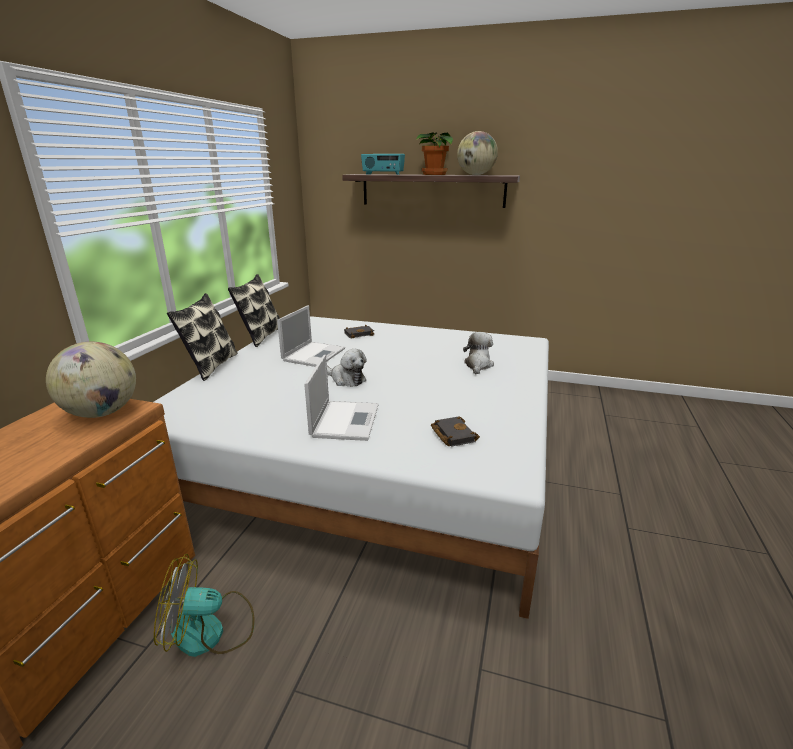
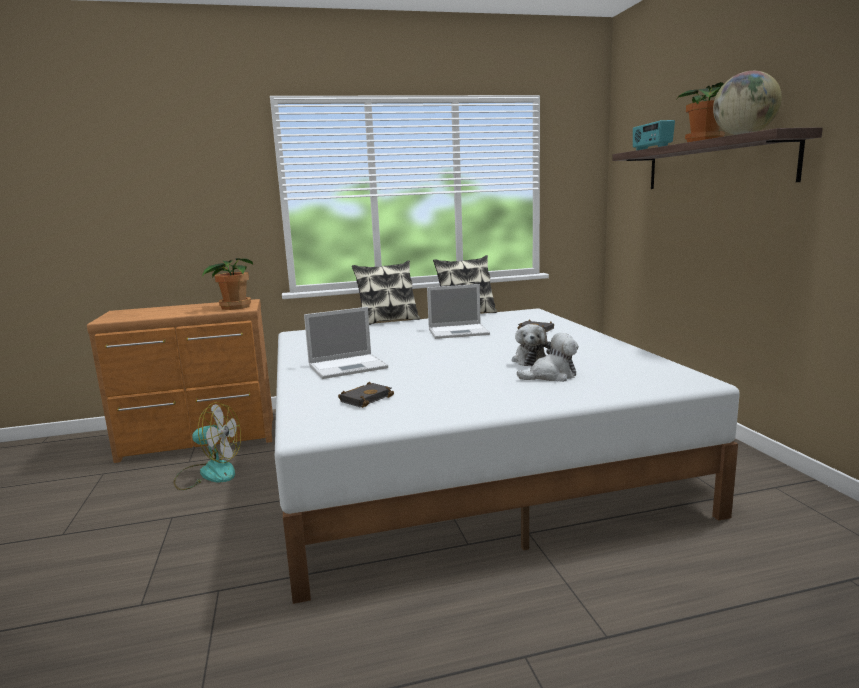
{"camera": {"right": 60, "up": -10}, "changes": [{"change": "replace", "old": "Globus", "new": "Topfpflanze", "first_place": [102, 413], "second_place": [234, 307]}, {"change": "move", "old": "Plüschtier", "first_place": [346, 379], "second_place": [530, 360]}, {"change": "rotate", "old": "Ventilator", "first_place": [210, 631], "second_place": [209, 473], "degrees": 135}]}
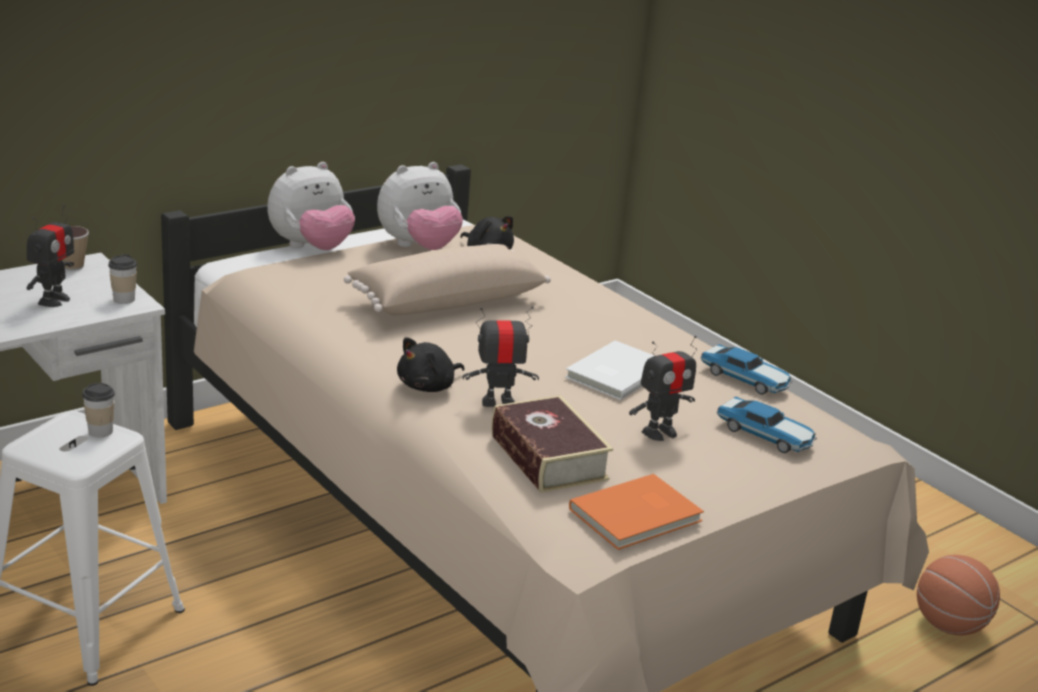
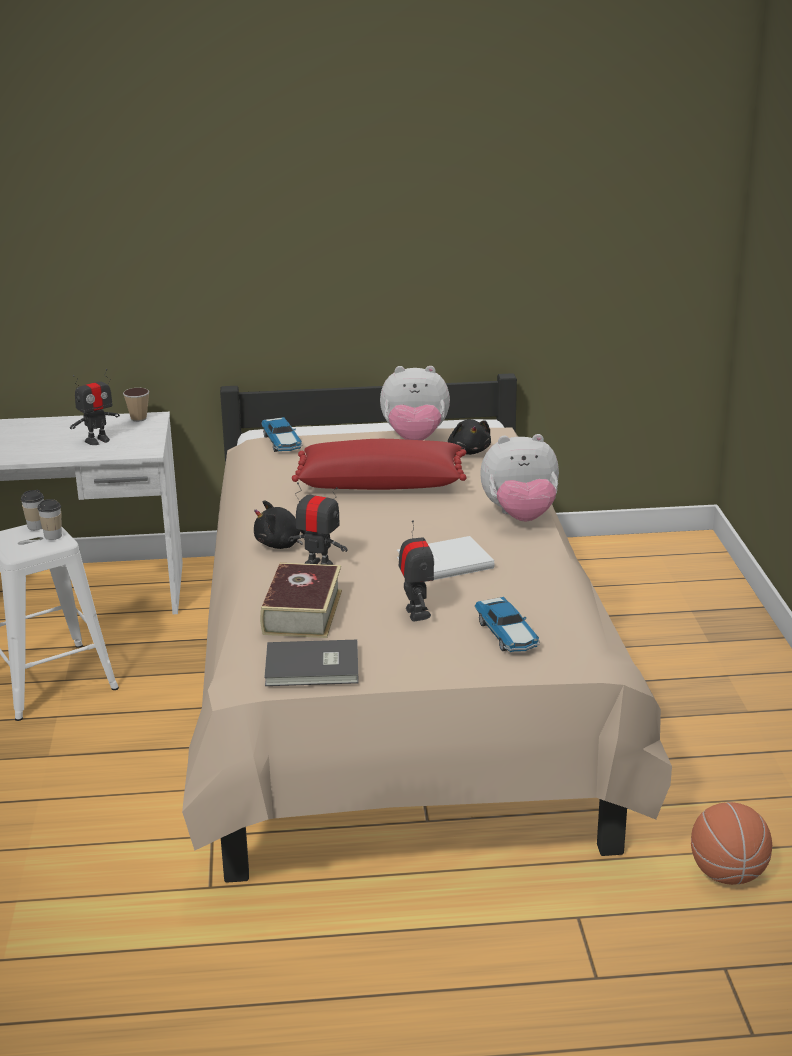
{"camera": {"right": 35, "up": 0}, "changes": [{"change": "move", "old": "Plüschtier", "first_place": [311, 248], "second_place": [520, 516]}, {"change": "recolor", "old": "Kissen [beige]", "new": "Kissen [rot]", "first_place": [445, 300], "second_place": [381, 483]}, {"change": "move", "old": "Tasse", "first_place": [124, 299], "second_place": [36, 526]}, {"change": "rotate", "old": "Spielzeugroboter", "first_place": [659, 432], "second_place": [416, 613], "degrees": -105}, {"change": "move", "old": "Spielzeugauto", "first_place": [746, 379], "second_place": [282, 442]}, {"change": "recolor", "old": "Buch [orange]", "new": "Buch [grau]", "first_place": [638, 516], "second_place": [313, 667]}]}
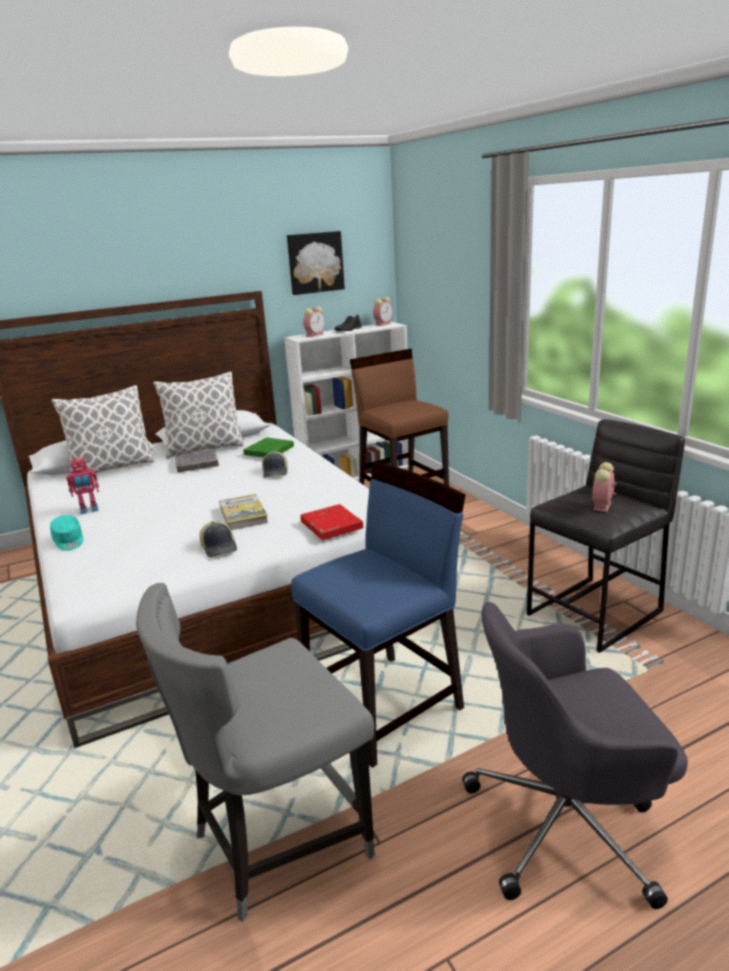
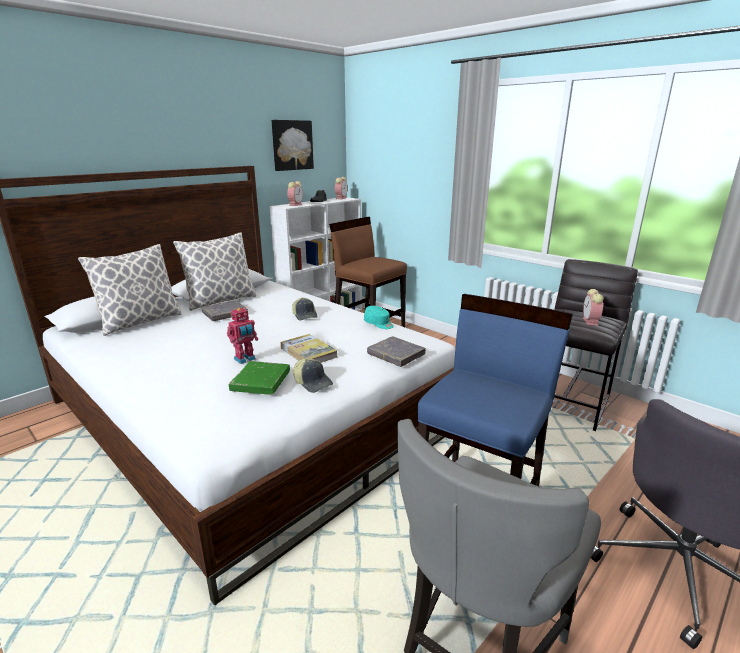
{"camera": {"right": -20, "up": 0}, "changes": [{"change": "move", "old": "Buch [grün]", "first_place": [269, 451], "second_place": [261, 381]}, {"change": "move", "old": "Spielzeugroboter", "first_place": [89, 510], "second_place": [245, 359]}, {"change": "recolor", "old": "Buch [rot]", "new": "Buch [grau]", "first_place": [331, 526], "second_place": [396, 354]}, {"change": "move", "old": "Kappe [türkis]", "first_place": [69, 541], "second_place": [379, 324]}]}
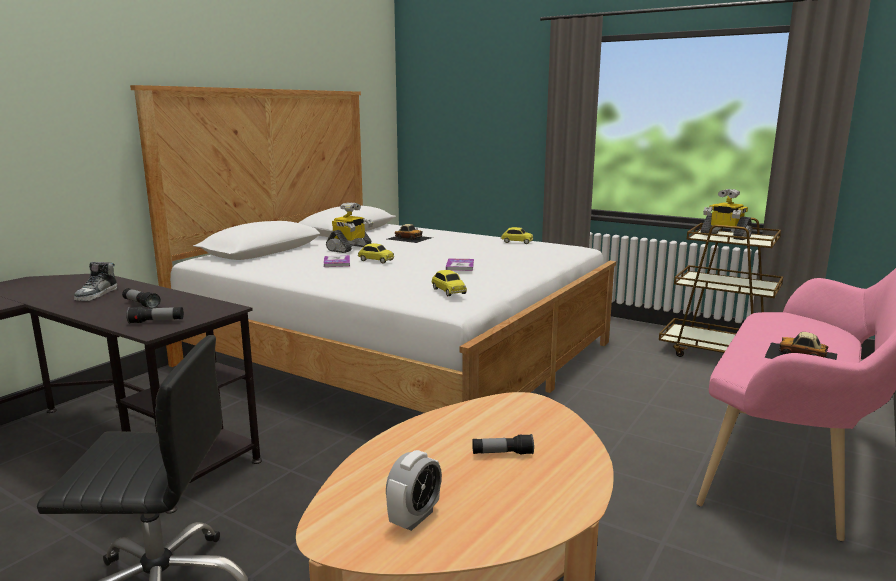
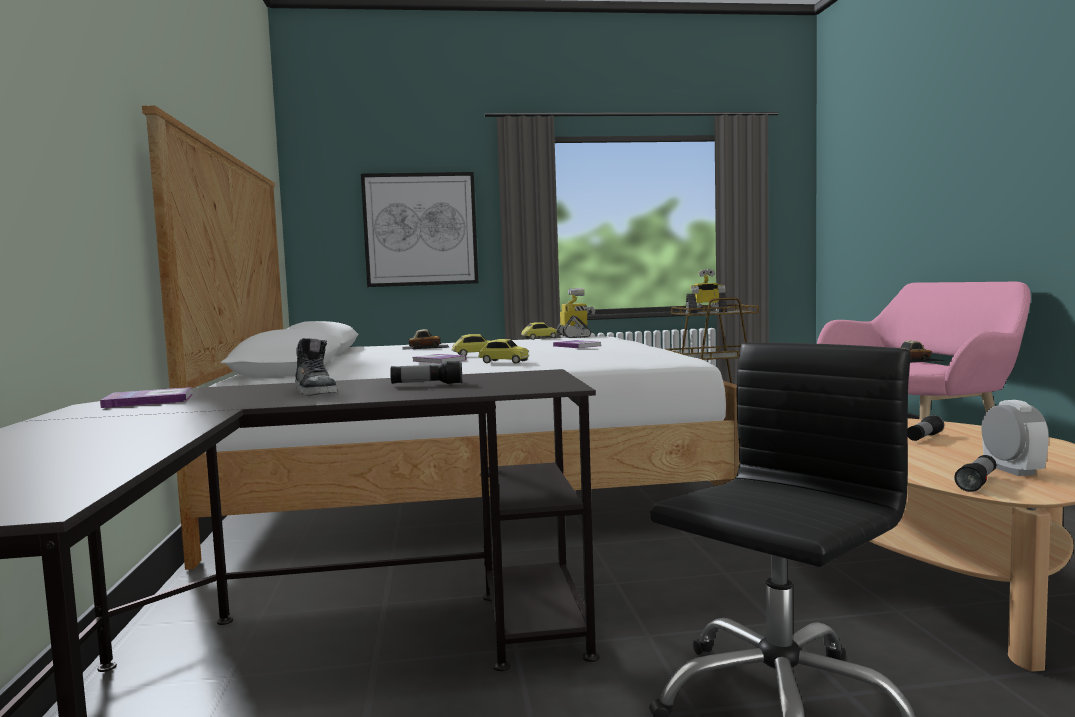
{"camera": {"right": -40, "up": -10}, "changes": [{"change": "move", "old": "Spielzeugroboter", "first_place": [349, 248], "second_place": [575, 336]}, {"change": "move", "old": "Spielzeugauto", "first_place": [448, 291], "second_place": [503, 362]}, {"change": "move", "old": "Taschenlampe", "first_place": [156, 322], "second_place": [977, 483]}, {"change": "insert", "new": "Bild", "second_place": [420, 229]}, {"change": "insert", "new": "Buch", "second_place": [149, 400]}]}
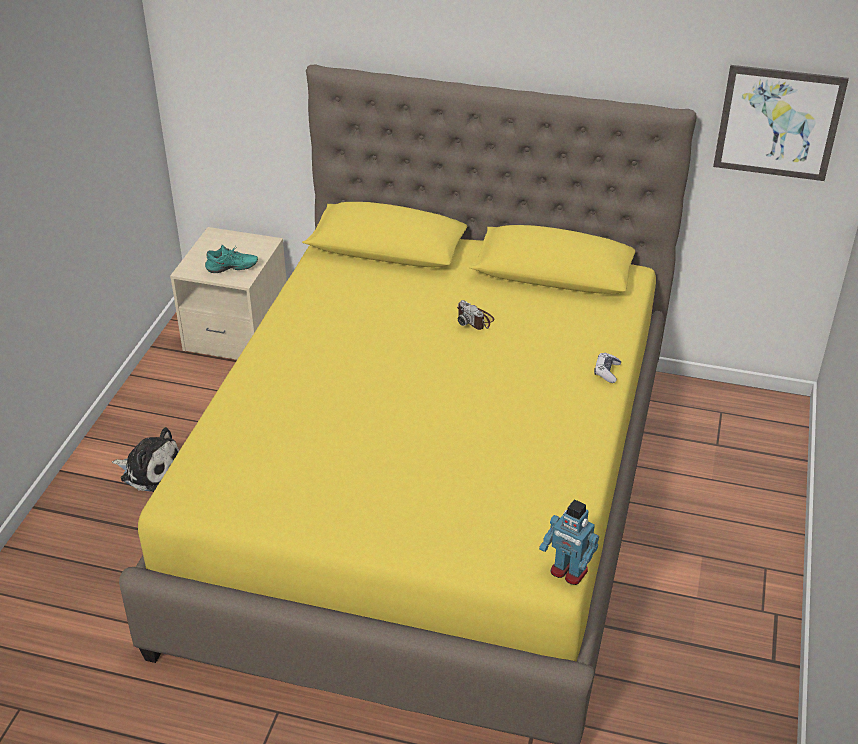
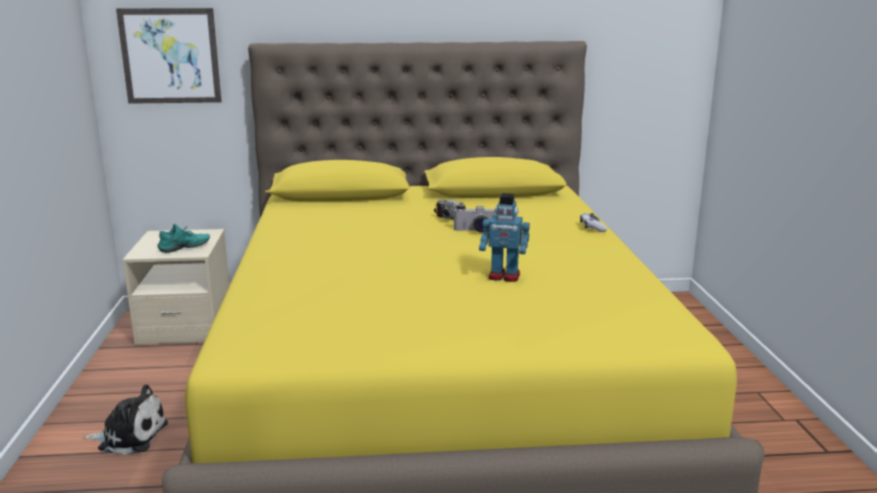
{"camera": {"right": -20, "up": -20}, "changes": [{"change": "move", "old": "Bild", "first_place": [778, 123], "second_place": [170, 56]}, {"change": "move", "old": "Spielzeugroboter", "first_place": [568, 572], "second_place": [504, 277]}, {"change": "insert", "new": "Kamera", "second_place": [475, 231]}]}
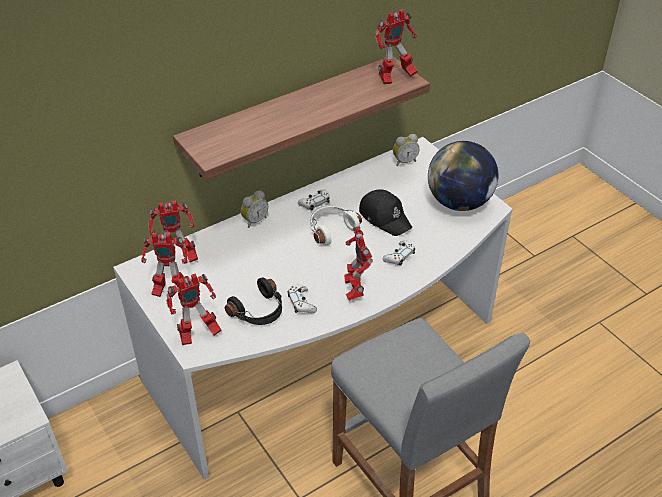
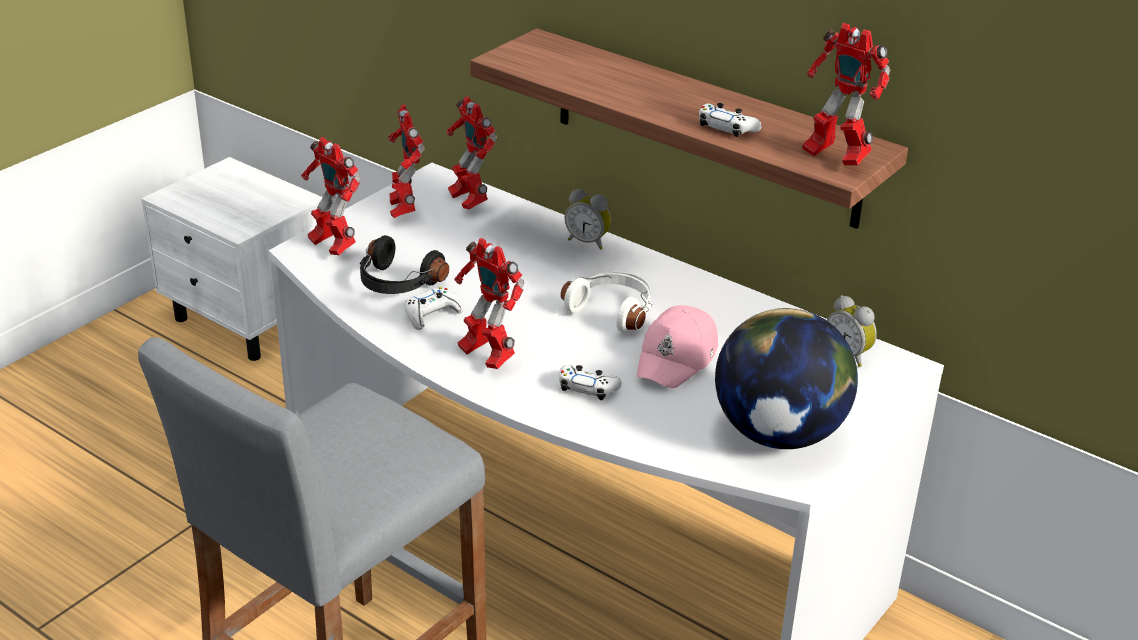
{"camera": {"right": 70, "up": -10}, "changes": [{"change": "move", "old": "Gamepad [weiß]", "first_place": [314, 203], "second_place": [727, 128]}, {"change": "recolor", "old": "Kappe [schwarz]", "new": "Kappe [rosa]", "first_place": [385, 217], "second_place": [678, 358]}, {"change": "rotate", "old": "Spielzeugroboter", "first_place": [354, 289], "second_place": [486, 356], "degrees": -105}]}
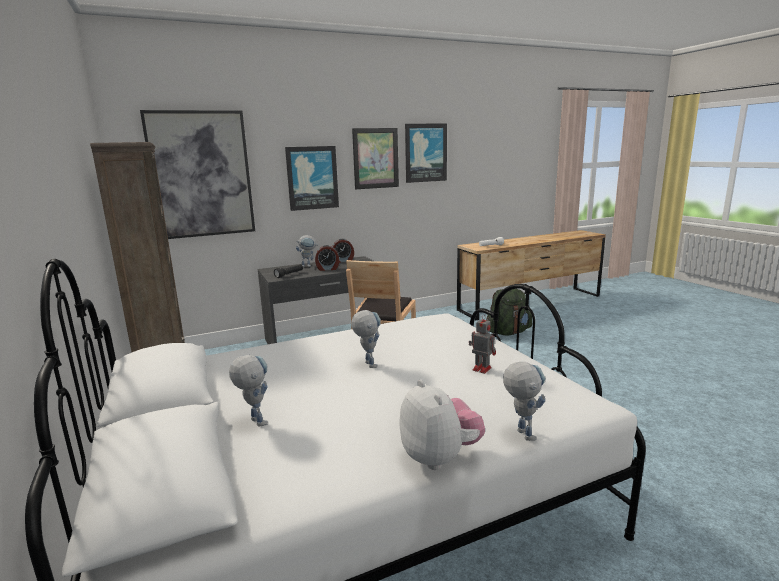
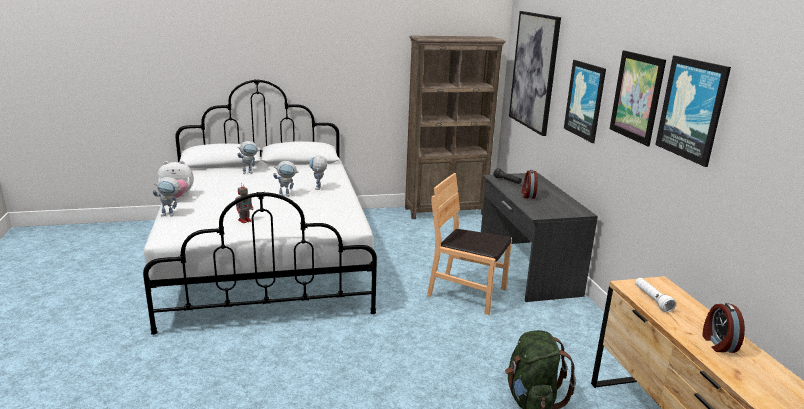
{"camera": {"right": 100, "up": 5}, "changes": [{"change": "move", "old": "Spielzeugroboter", "first_place": [308, 266], "second_place": [318, 189]}, {"change": "move", "old": "Wecker", "first_place": [343, 261], "second_place": [718, 343]}]}
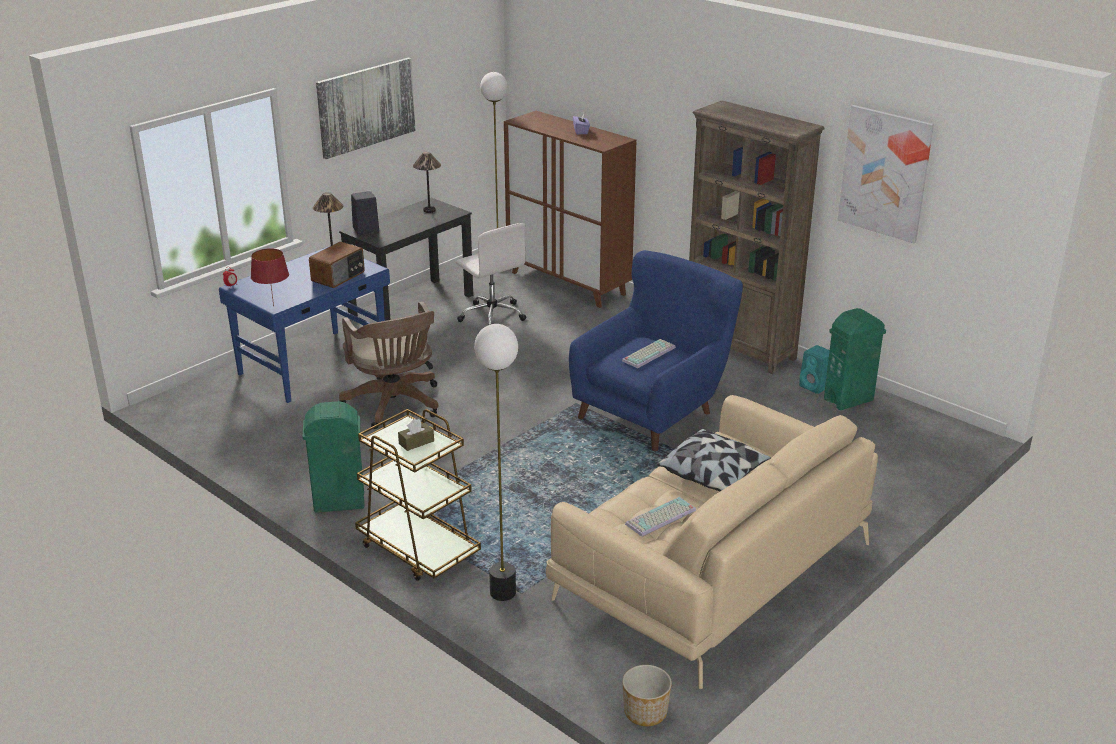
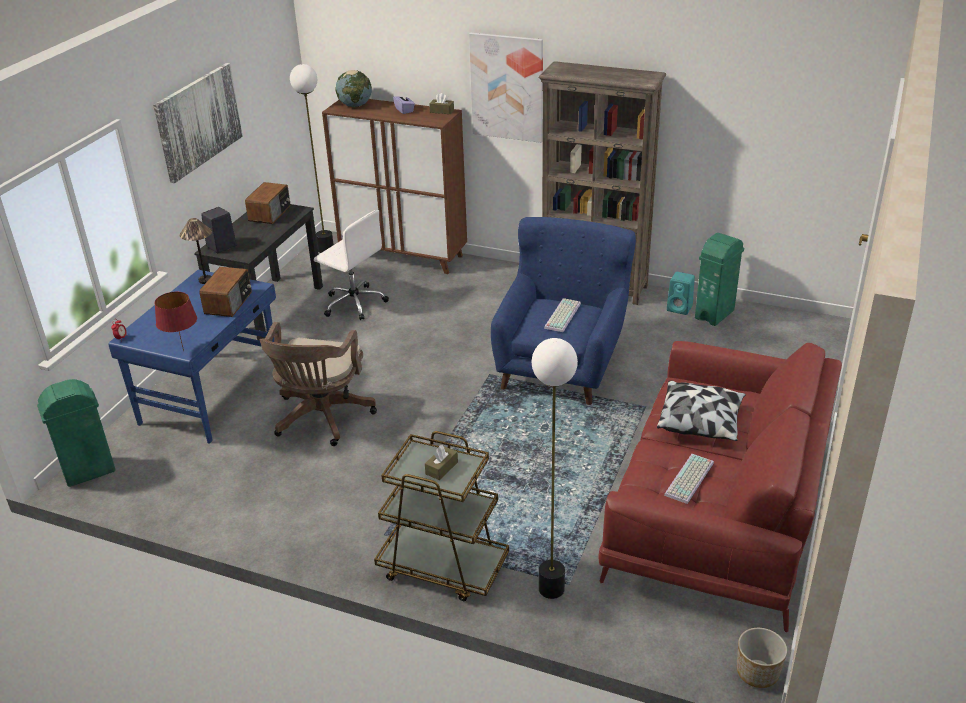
{"camera": {"right": -20, "up": 5}, "changes": [{"change": "move", "old": "Bild", "first_place": [885, 173], "second_place": [507, 87]}, {"change": "replace", "old": "Tischlampe", "new": "Radio", "first_place": [429, 210], "second_place": [270, 213]}, {"change": "rotate", "old": "Bürostuhl [braun]", "first_place": [395, 405], "second_place": [321, 419], "degrees": 60}, {"change": "recolor", "old": "Sofa [beige]", "new": "Sofa [rot]", "first_place": [712, 572], "second_place": [717, 511]}, {"change": "move", "old": "Mülleimer [grün]", "first_place": [338, 502], "second_place": [88, 471]}, {"change": "insert", "new": "Globus", "second_place": [355, 105]}, {"change": "insert", "new": "Taschentuchbox [braun]", "second_place": [442, 111]}]}
